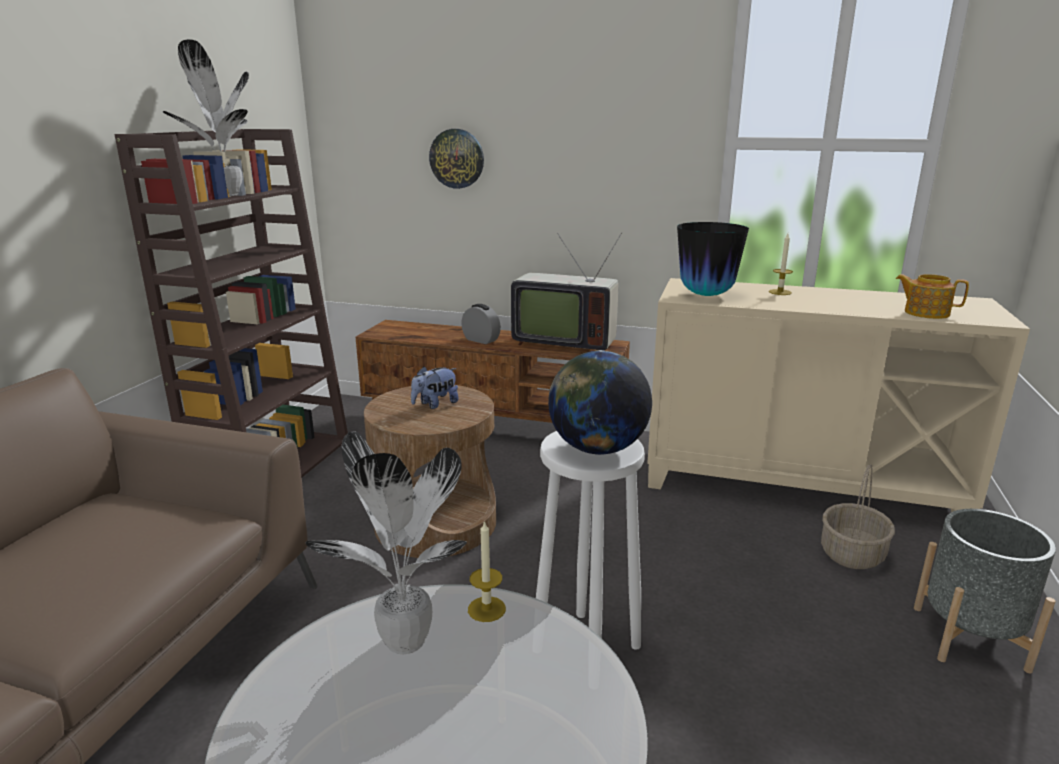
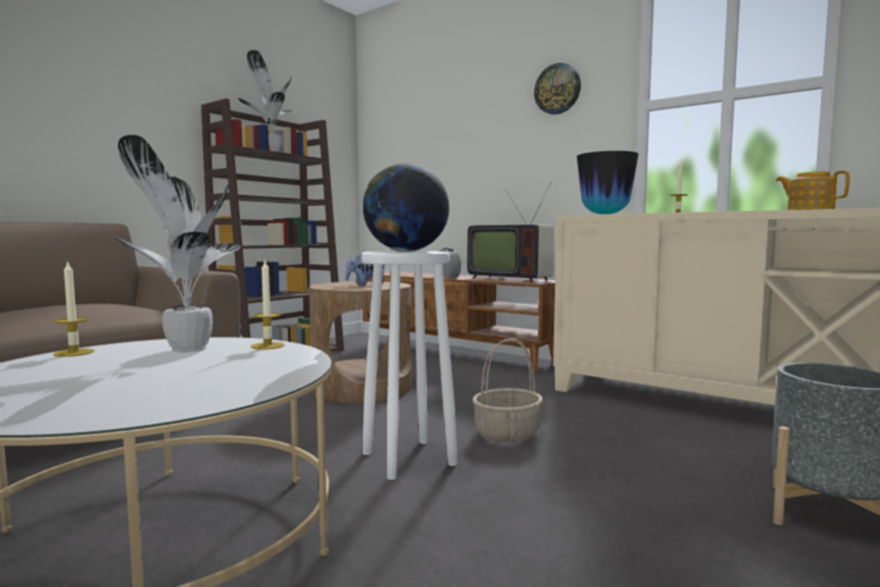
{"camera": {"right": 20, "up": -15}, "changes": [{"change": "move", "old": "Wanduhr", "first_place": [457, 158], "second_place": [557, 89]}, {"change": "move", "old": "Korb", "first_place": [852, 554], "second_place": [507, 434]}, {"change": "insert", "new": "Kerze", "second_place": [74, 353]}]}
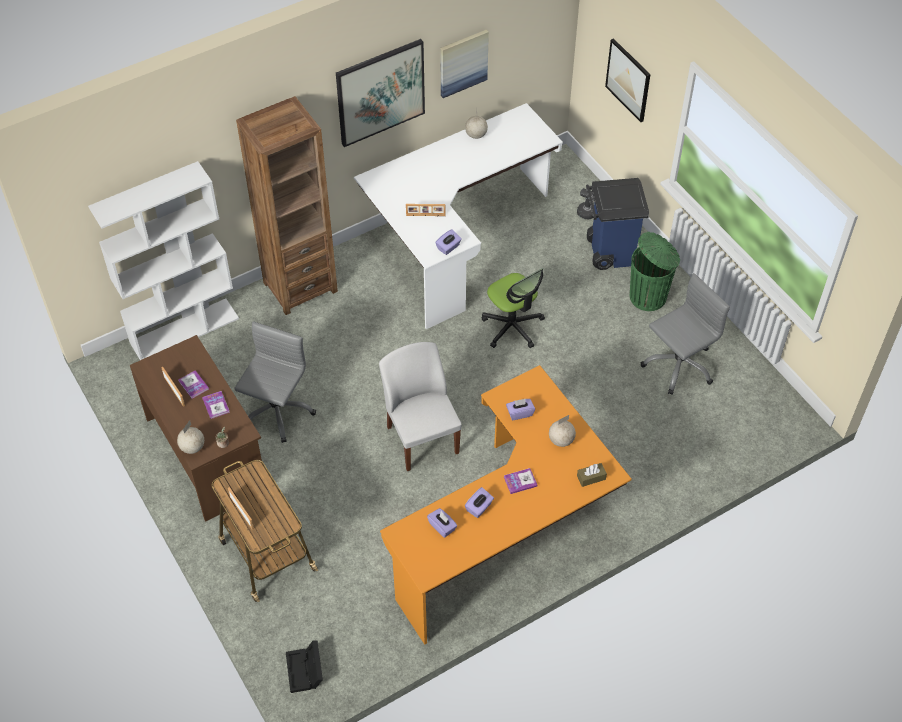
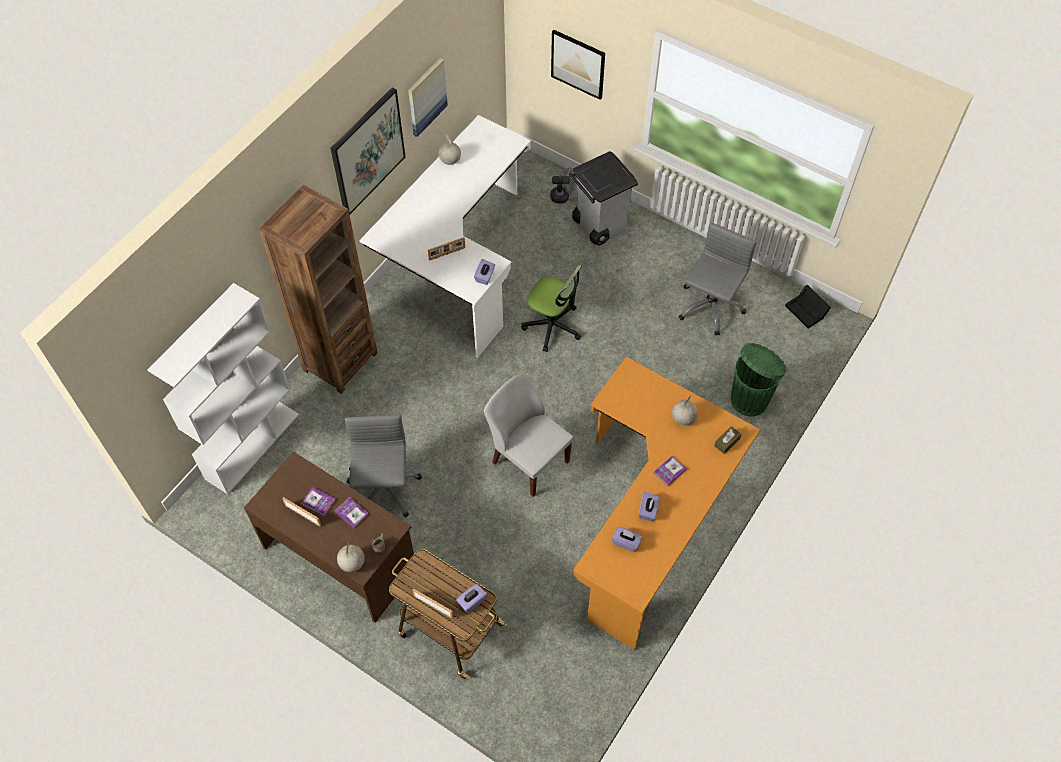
{"camera": {"right": -25, "up": 5}, "changes": [{"change": "recolor", "old": "Mülleimer [blau]", "new": "Mülleimer [grau]", "first_place": [609, 252], "second_place": [598, 226]}, {"change": "move", "old": "Mülleimer [grün]", "first_place": [649, 296], "second_place": [750, 399]}, {"change": "move", "old": "Taschentuchbox [lila]", "first_place": [520, 413], "second_place": [472, 601]}, {"change": "move", "old": "Aufbewahrungsbox [schwarz]", "first_place": [305, 671], "second_place": [807, 311]}]}
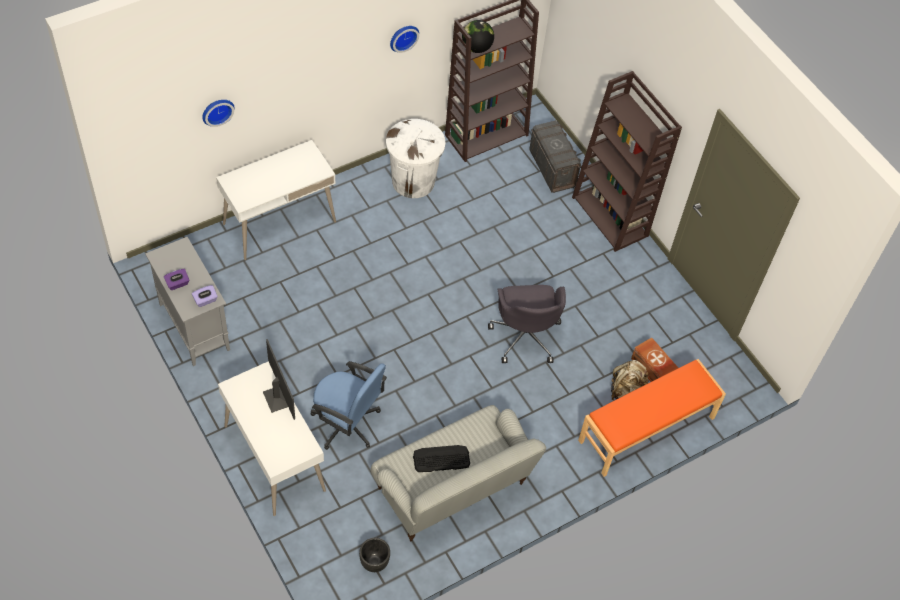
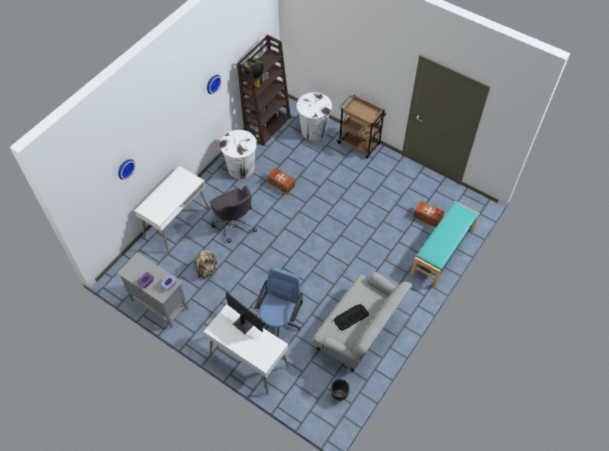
{"camera": {"right": -20, "up": 0}, "changes": [{"change": "replace", "old": "Bücherregal [braun]", "new": "Rollwagen [braun]", "first_place": [611, 217], "second_place": [359, 144]}, {"change": "replace", "old": "Aufbewahrungsbox [grau]", "new": "Mülleimer [weiß]", "first_place": [552, 168], "second_place": [313, 130]}, {"change": "move", "old": "Bürostuhl [grau]", "first_place": [525, 335], "second_place": [235, 222]}, {"change": "recolor", "old": "Bank [orange]", "new": "Bank [türkis]", "first_place": [647, 430], "second_place": [443, 252]}, {"change": "move", "old": "Rucksack [beige]", "first_place": [626, 391], "second_place": [206, 269]}, {"change": "rotate", "old": "Bürostuhl [blau]", "first_place": [347, 423], "second_place": [279, 321], "degrees": -75}, {"change": "insert", "new": "Aufbewahrungsbox [braun]", "second_place": [281, 184]}]}
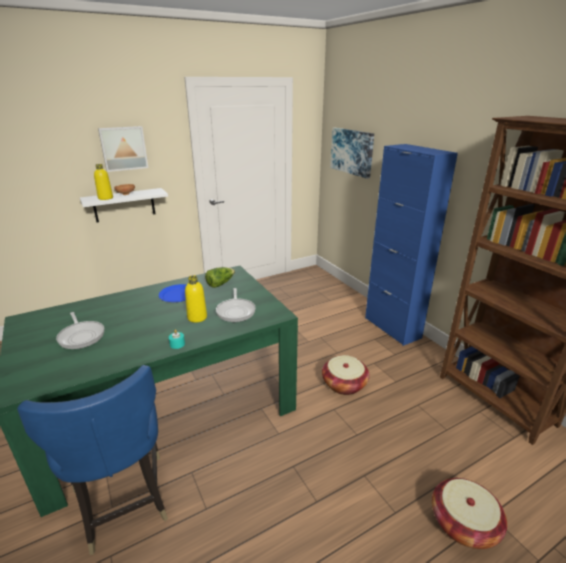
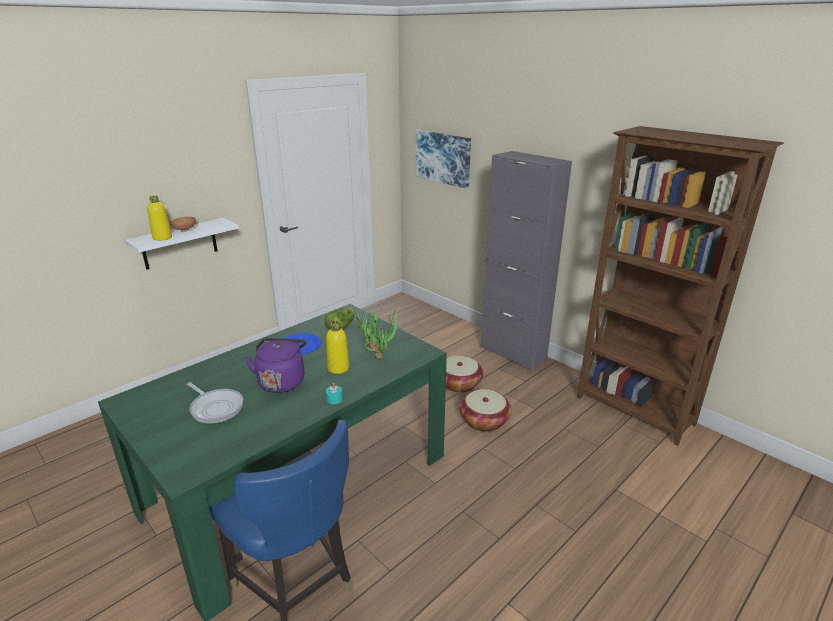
{"camera": {"right": -15, "up": 0}, "changes": [{"change": "delete", "old": "Bild", "first_place": [123, 148]}, {"change": "recolor", "old": "Schrank [blau]", "new": "Schrank [grau]", "first_place": [392, 328], "second_place": [512, 353]}, {"change": "replace", "old": "Pfanne", "new": "Topfpflanze", "first_place": [236, 311], "second_place": [377, 355]}, {"change": "move", "old": "Korb", "first_place": [463, 524], "second_place": [459, 384]}, {"change": "insert", "new": "Wasserkessel [lila]", "second_place": [282, 381]}]}
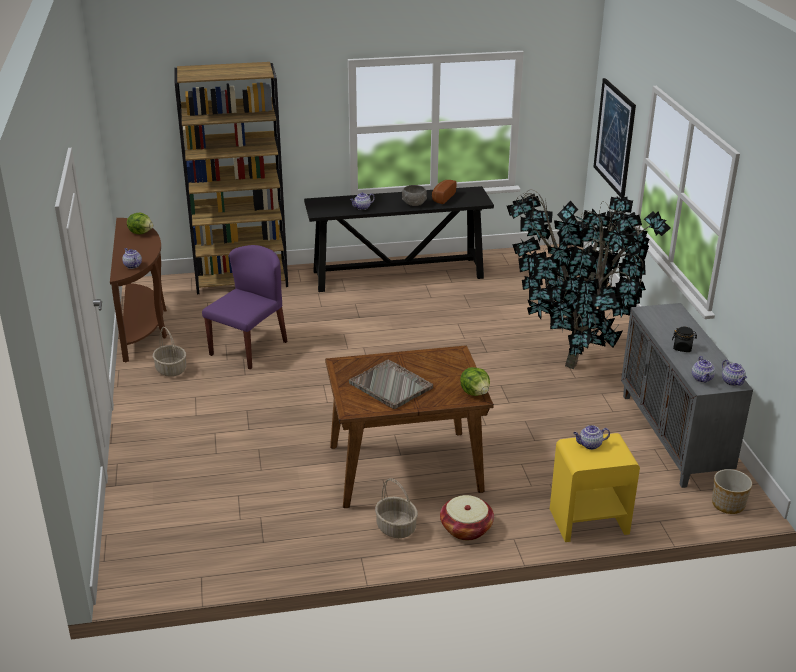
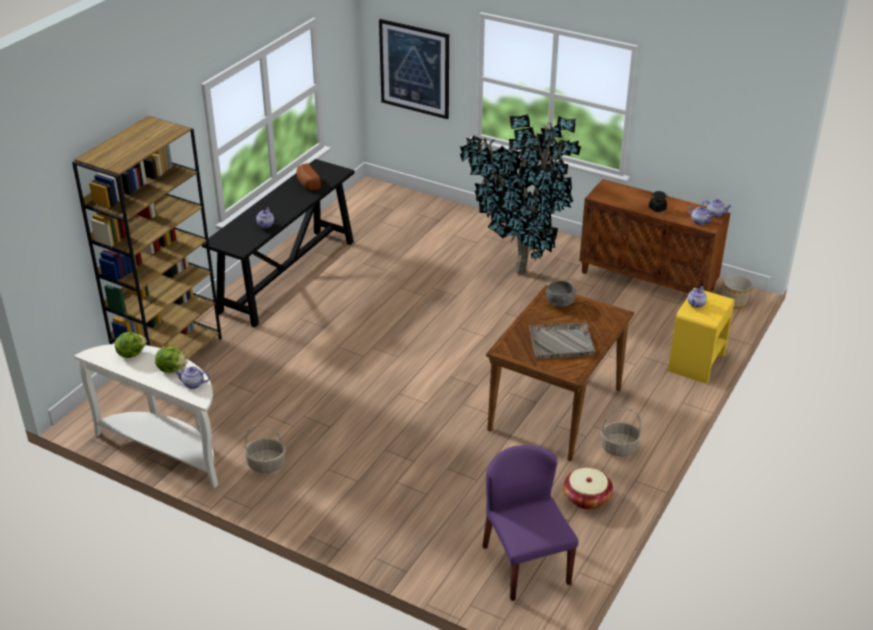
{"camera": {"right": -50, "up": 5}, "changes": [{"change": "move", "old": "Schüssel [grau]", "first_place": [414, 204], "second_place": [559, 303]}, {"change": "recolor", "old": "Konsolentisch [braun]", "new": "Konsolentisch [weiß]", "first_place": [144, 326], "second_place": [167, 449]}, {"change": "move", "old": "Stuhl [lila]", "first_place": [249, 348], "second_place": [525, 564]}, {"change": "recolor", "old": "Schrank [grau]", "new": "Schrank [braun]", "first_place": [674, 437], "second_place": [648, 280]}, {"change": "move", "old": "Salatkopf", "first_place": [475, 392], "second_place": [172, 369]}, {"change": "move", "old": "Korb", "first_place": [466, 528], "second_place": [586, 498]}]}
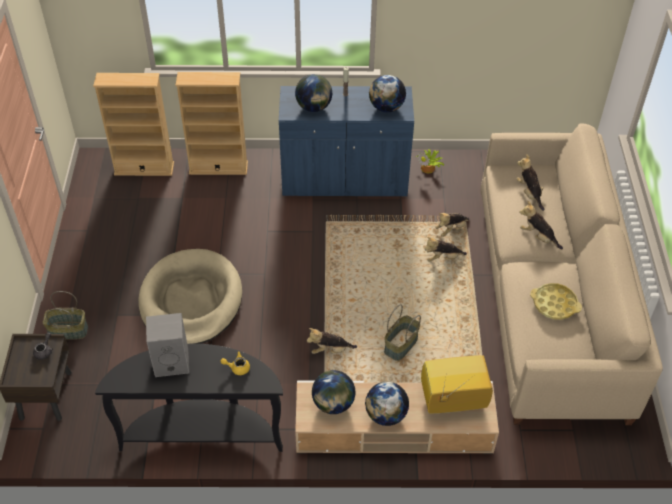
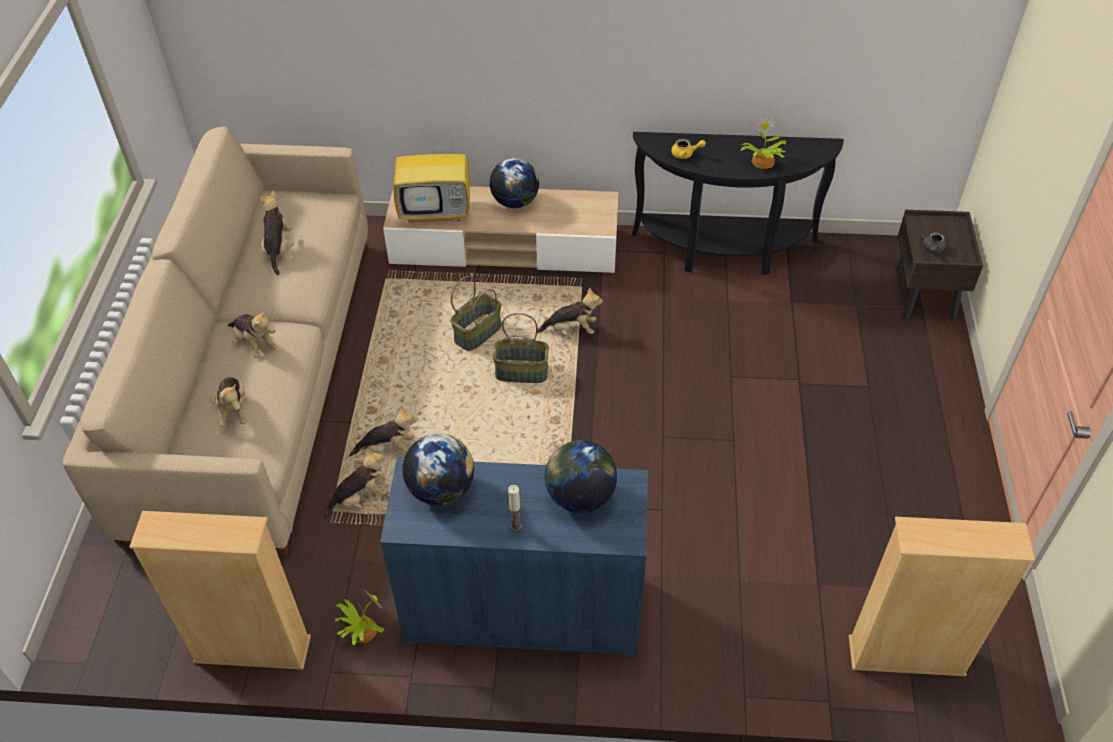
{"camera": {"right": -175, "up": 0}, "changes": [{"change": "move", "old": "Bücherregal [beige]", "first_place": [218, 167], "second_place": [252, 650]}, {"change": "delete", "old": "Hundebett [beige]", "first_place": [191, 301]}, {"change": "replace", "old": "Tablett [gelb]", "new": "Plüschtier", "first_place": [554, 304], "second_place": [278, 249]}, {"change": "move", "old": "Korb", "first_place": [67, 331], "second_place": [522, 371]}, {"change": "replace", "old": "Lautsprecher [grau]", "new": "Topfpflanze", "first_place": [172, 361], "second_place": [762, 162]}, {"change": "delete", "old": "Globus", "first_place": [333, 404]}]}
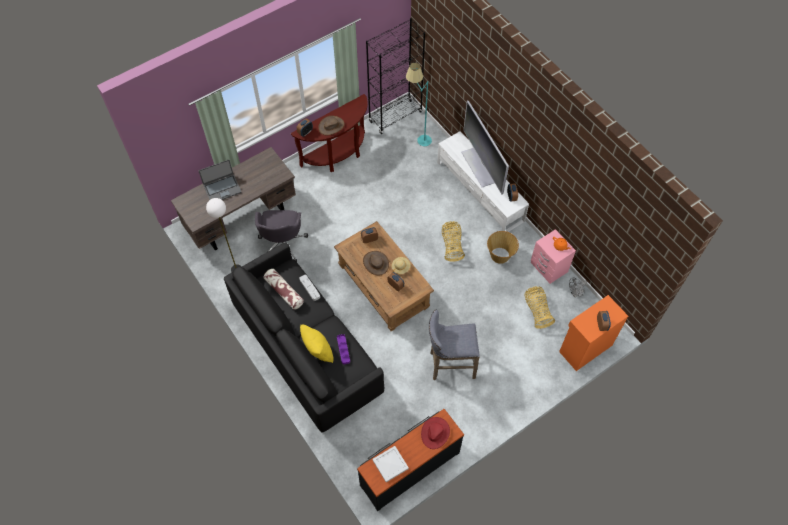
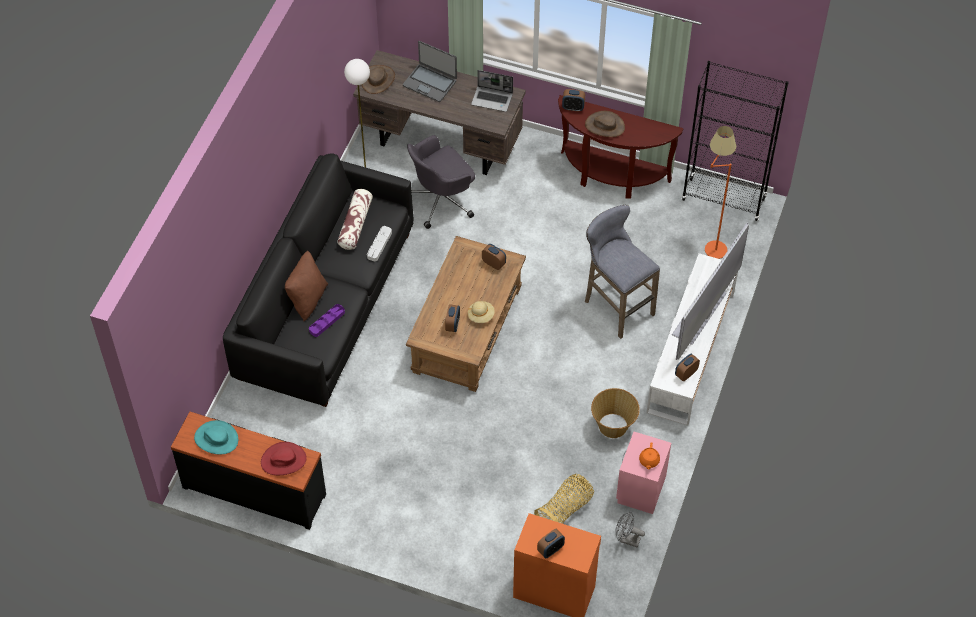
{"camera": {"right": 55, "up": -5}, "changes": [{"change": "recolor", "old": "Stehlampe [türkis]", "new": "Stehlampe [orange]", "first_place": [417, 139], "second_place": [711, 242]}, {"change": "delete", "old": "Korb", "first_place": [452, 245]}, {"change": "move", "old": "Hut [braun]", "first_place": [376, 263], "second_place": [378, 80]}, {"change": "move", "old": "Hocker [grau]", "first_place": [449, 365], "second_place": [616, 306]}, {"change": "recolor", "old": "Kissen [gelb]", "new": "Kissen [braun]", "first_place": [318, 351], "second_place": [307, 299]}, {"change": "replace", "old": "Tablett [weiß]", "new": "Hut [türkis]", "first_place": [390, 463], "second_place": [216, 438]}, {"change": "insert", "new": "Laptop", "second_place": [492, 99]}]}
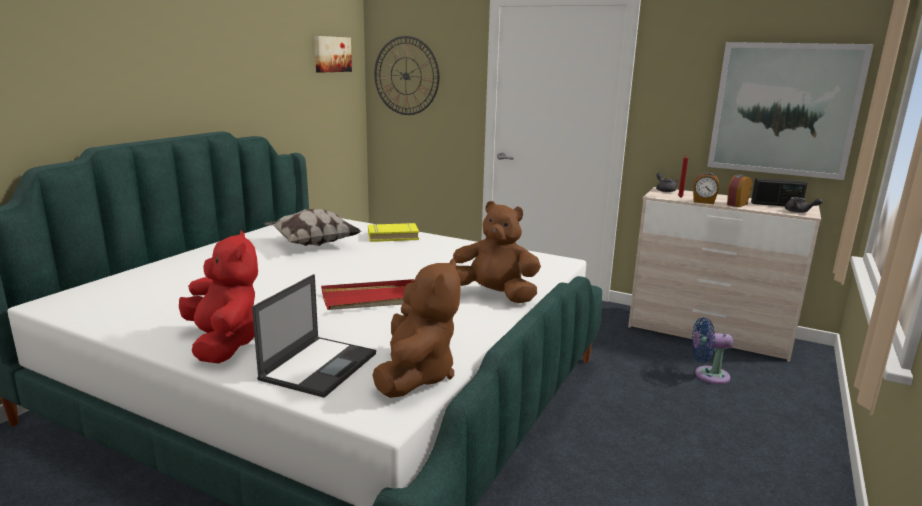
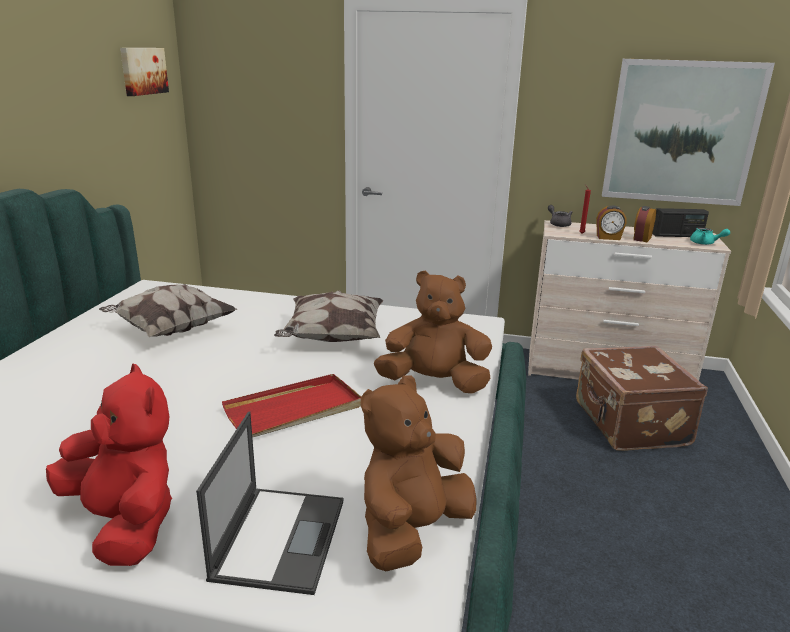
{"camera": {"right": -15, "up": 5}, "changes": [{"change": "delete", "old": "Wanduhr", "first_place": [406, 76]}, {"change": "recolor", "old": "Teekanne [grau]", "new": "Teekanne [türkis]", "first_place": [799, 212], "second_place": [705, 243]}, {"change": "delete", "old": "Buch [gelb]", "first_place": [393, 236]}, {"change": "rotate", "old": "Plüschtier [braun]", "first_place": [416, 375], "second_place": [412, 530], "degrees": -135}, {"change": "replace", "old": "Ventilator [blau]", "new": "Koffer [braun]", "first_place": [708, 375], "second_place": [629, 424]}, {"change": "insert", "new": "Kissen", "second_place": [332, 338]}]}
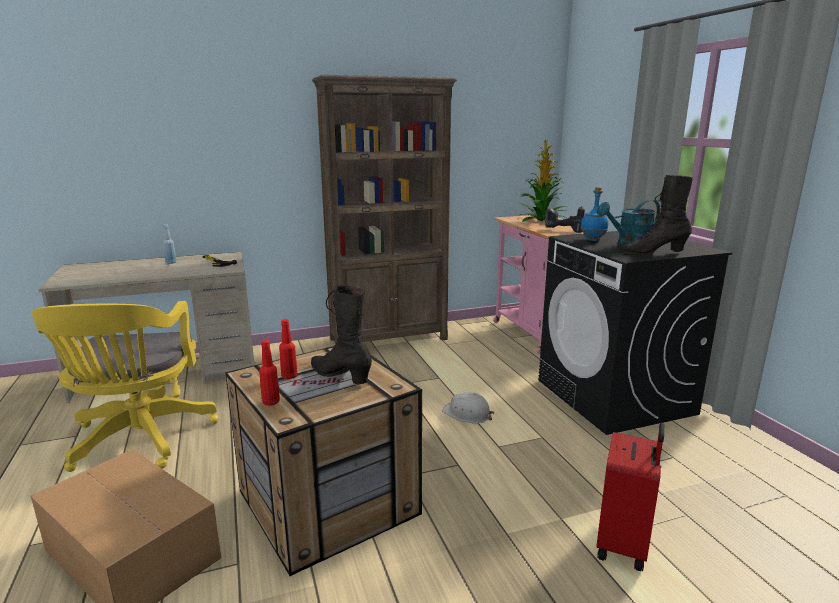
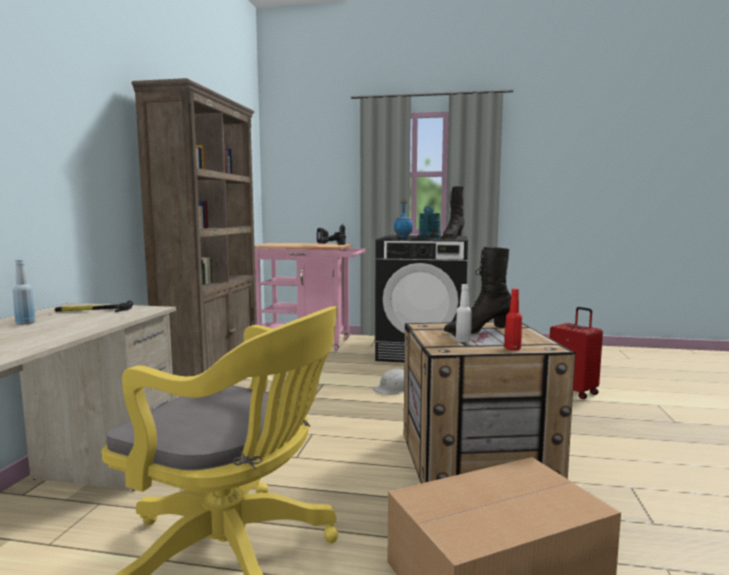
{"camera": {"right": -60, "up": -10}, "changes": [{"change": "delete", "old": "Topfpflanze", "first_place": [541, 221]}, {"change": "recolor", "old": "Flasche [rot]", "new": "Flasche [weiß]", "first_place": [289, 376], "second_place": [463, 341]}]}
